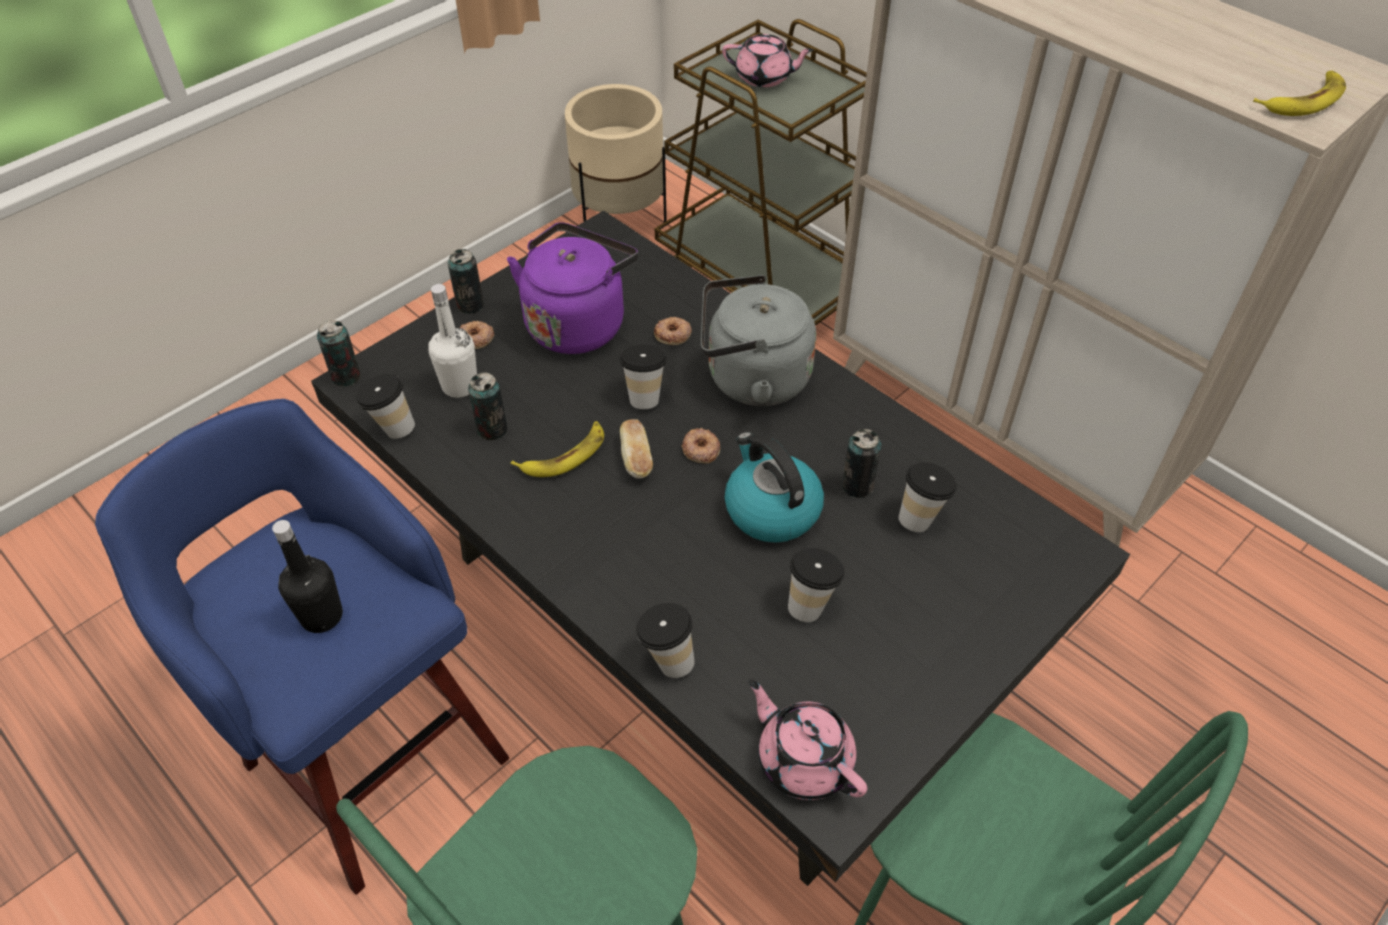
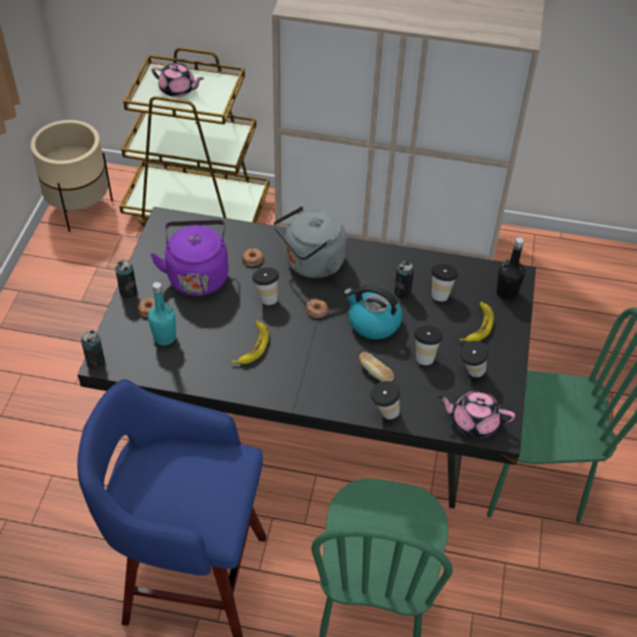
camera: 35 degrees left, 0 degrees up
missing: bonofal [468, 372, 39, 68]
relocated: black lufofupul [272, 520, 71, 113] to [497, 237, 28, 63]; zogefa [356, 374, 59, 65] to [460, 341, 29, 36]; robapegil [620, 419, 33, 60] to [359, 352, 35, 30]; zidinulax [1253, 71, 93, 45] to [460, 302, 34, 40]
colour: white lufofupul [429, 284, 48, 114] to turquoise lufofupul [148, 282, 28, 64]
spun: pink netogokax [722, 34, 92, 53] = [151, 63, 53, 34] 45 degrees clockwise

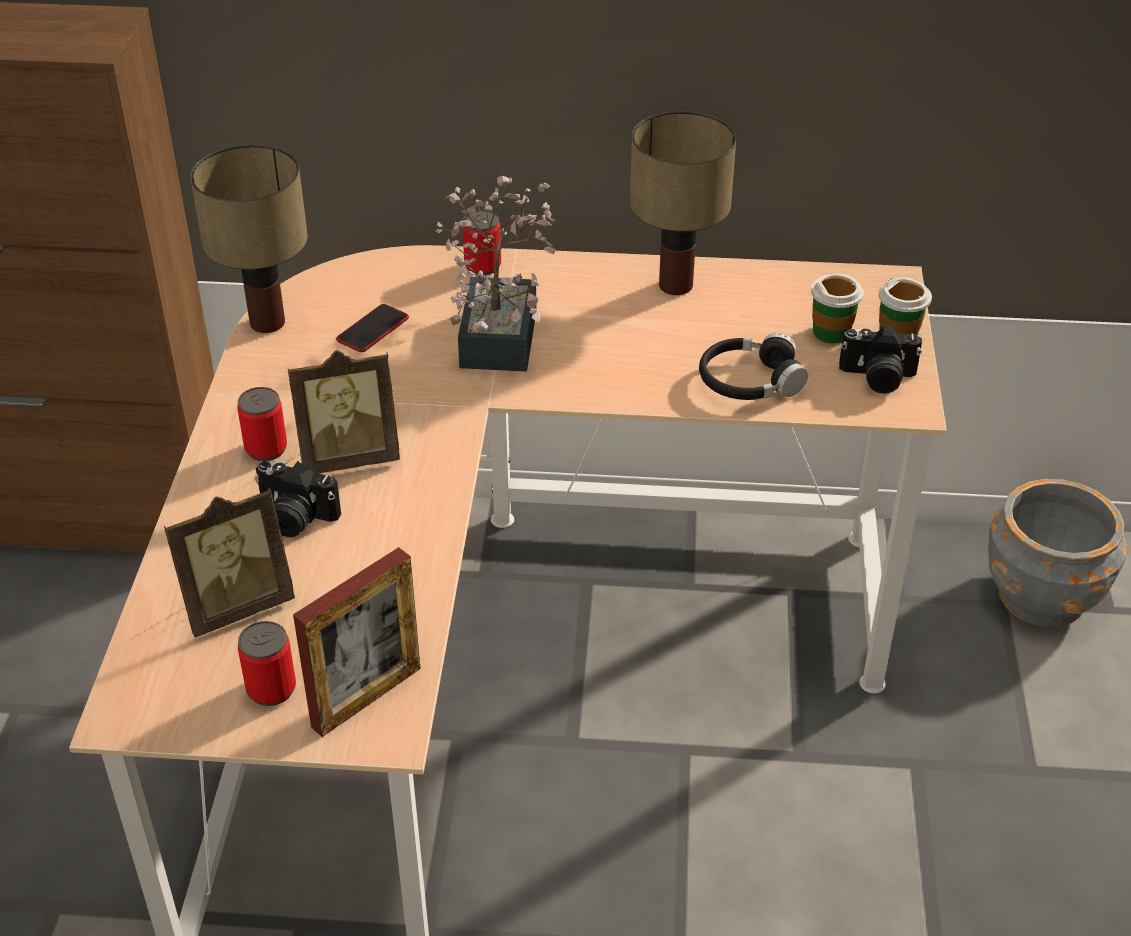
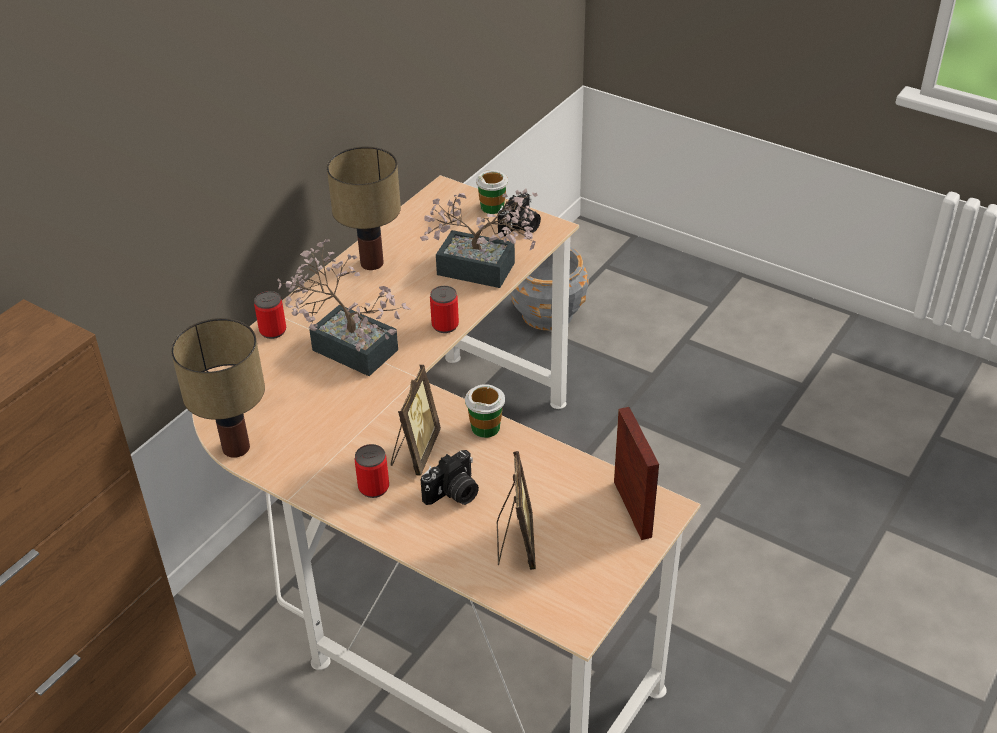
camera: 60 degrees left, 0 degrees up
missing: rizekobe [336, 304, 73, 48]
relocated: bonofal [238, 621, 58, 85] to [430, 286, 29, 47]; zogefa [811, 273, 53, 71] to [465, 384, 40, 54]
exchanged: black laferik [699, 333, 109, 67] to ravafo [420, 189, 118, 99]

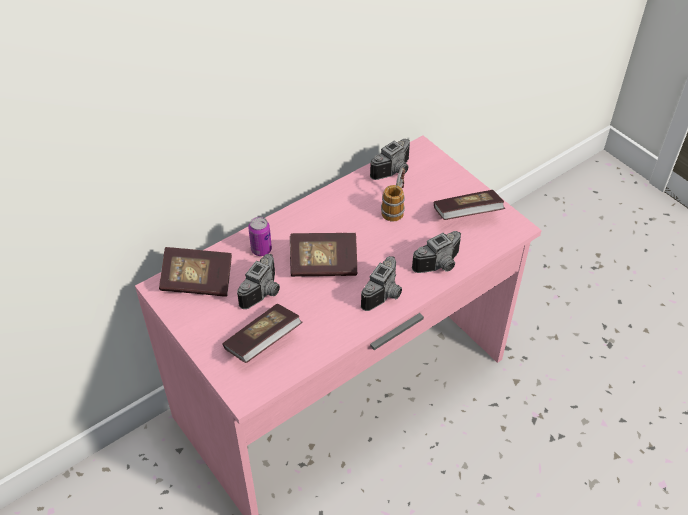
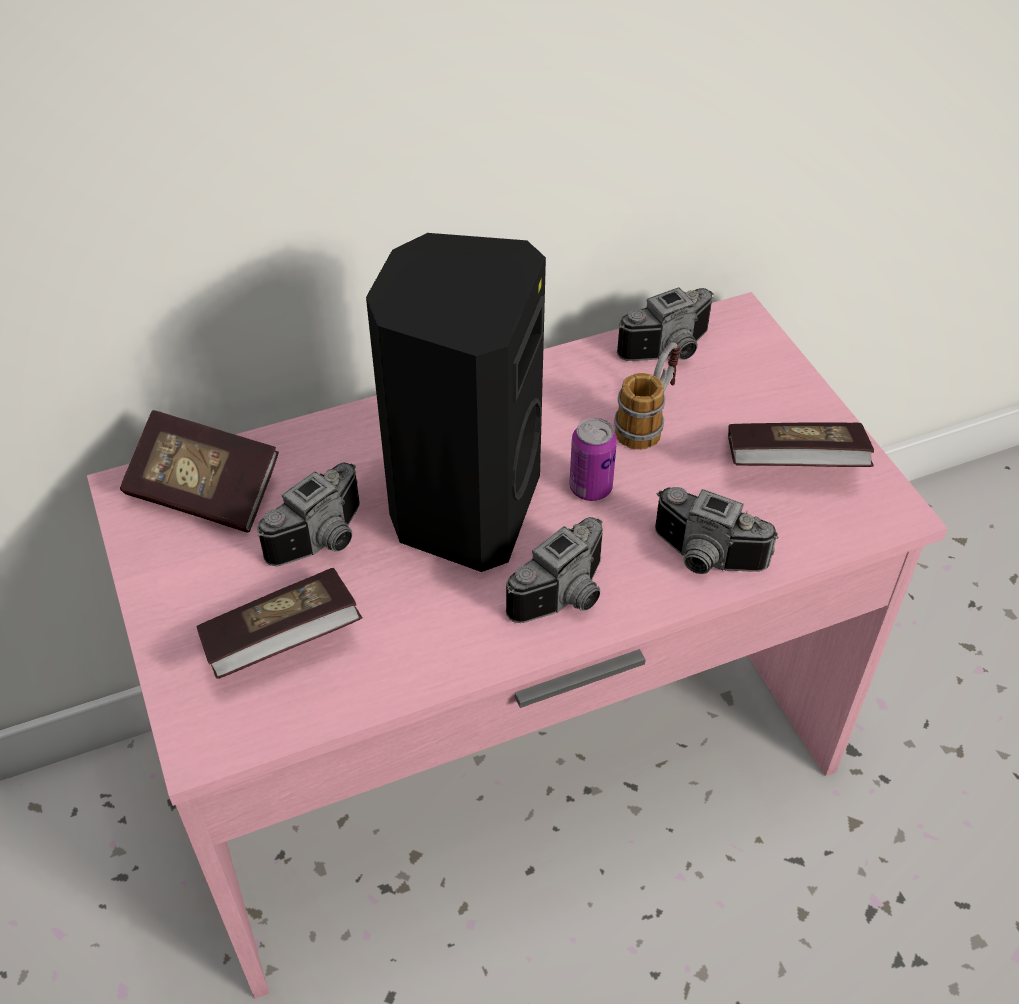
camera: 15 degrees right, 0 degrees up
relocated: bonofal [248, 217, 24, 39] to [569, 418, 48, 83]
exchanged: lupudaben [290, 233, 67, 44] to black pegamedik [366, 233, 180, 339]
spun: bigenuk [412, 231, 49, 42] = [655, 487, 124, 87] 45 degrees clockwise

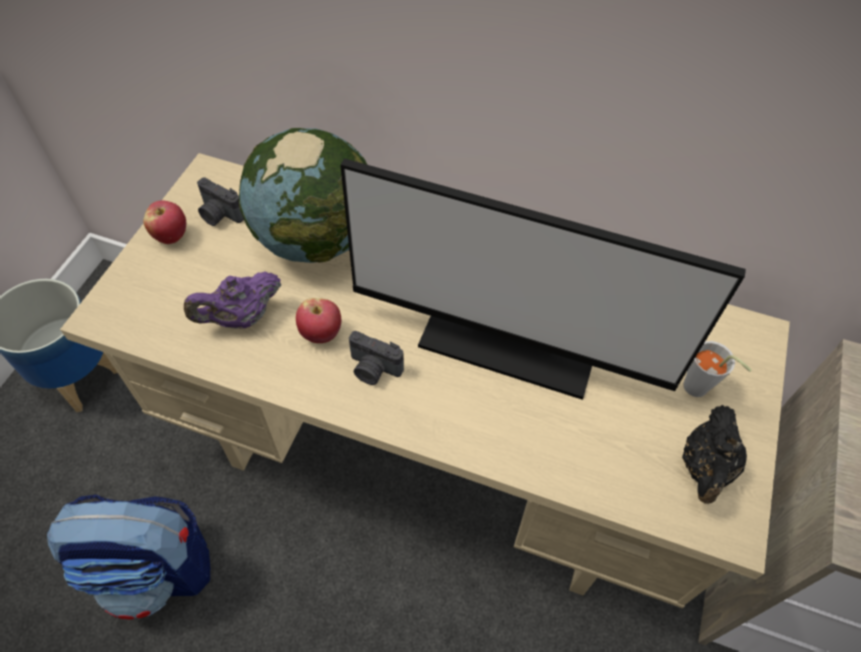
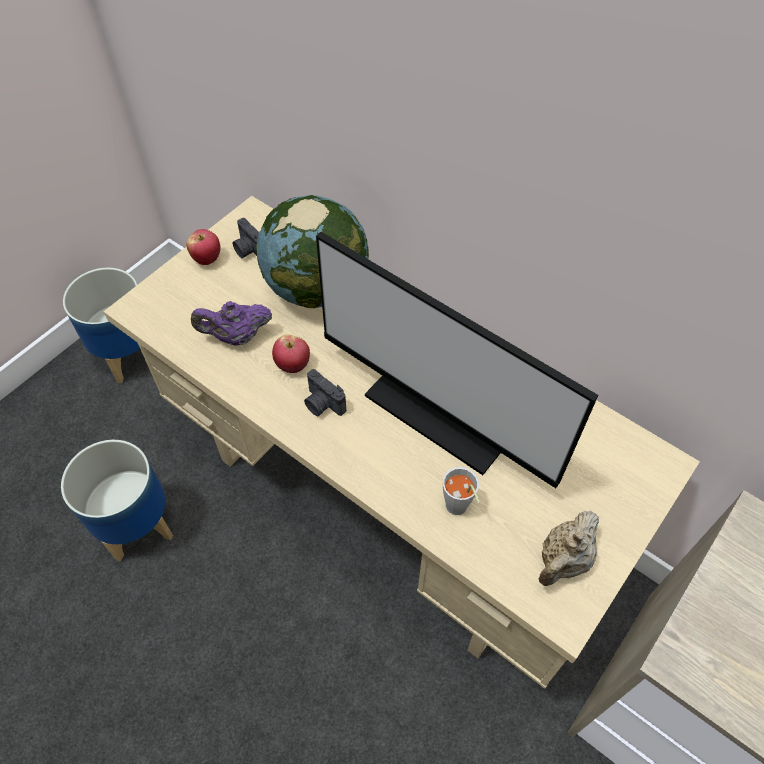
camera: 20 degrees right, 0 degrees up
relocated: grey zogefa [683, 341, 69, 56] to [443, 467, 37, 48]
exchanged: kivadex [47, 495, 163, 125] to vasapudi [61, 440, 112, 121]
colour: black netogokax [682, 405, 65, 99] to beige netogokax [539, 511, 60, 75]

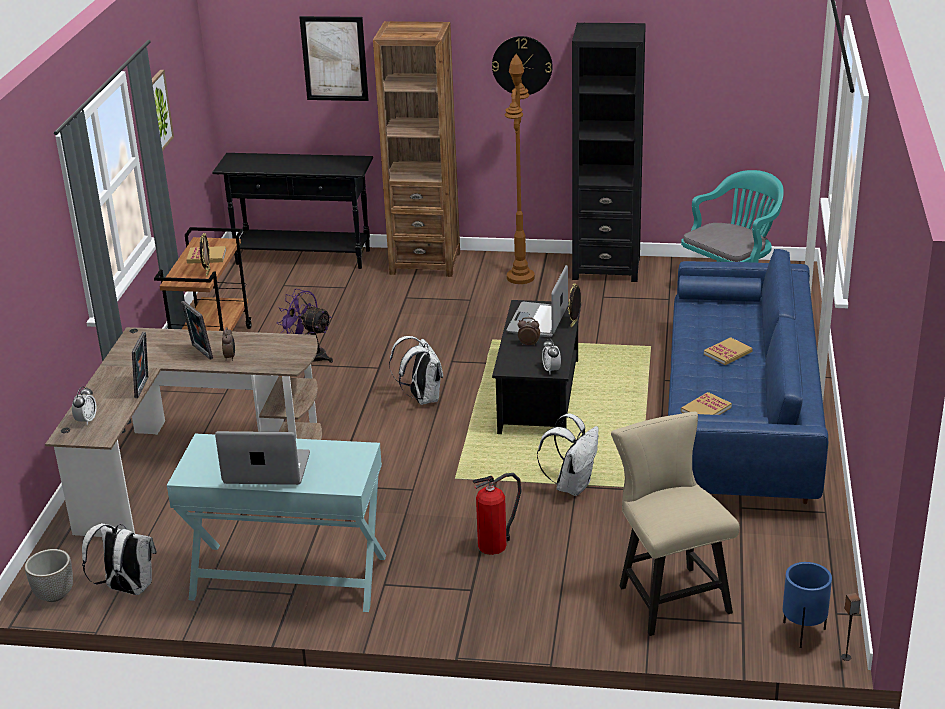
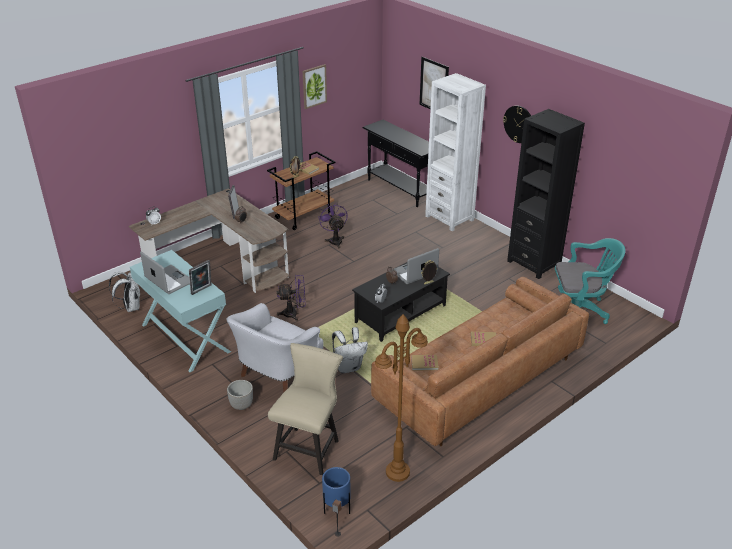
camera: 40 degrees right, 5 degrees up
missing: white kivadex [389, 336, 54, 69]
appeared: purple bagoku [276, 275, 29, 46]
relocated: vasapudi [25, 549, 48, 53] to [227, 380, 26, 30]; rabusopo [132, 332, 17, 66] to [189, 260, 23, 35]; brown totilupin [505, 54, 30, 230] to [375, 314, 53, 168]
exchanged: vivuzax [472, 473, 50, 82] to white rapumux [226, 303, 97, 90]
colour: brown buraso [373, 21, 87, 256] to white buraso [425, 73, 61, 158]; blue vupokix [668, 249, 160, 255] to brown vupokix [371, 277, 218, 169]

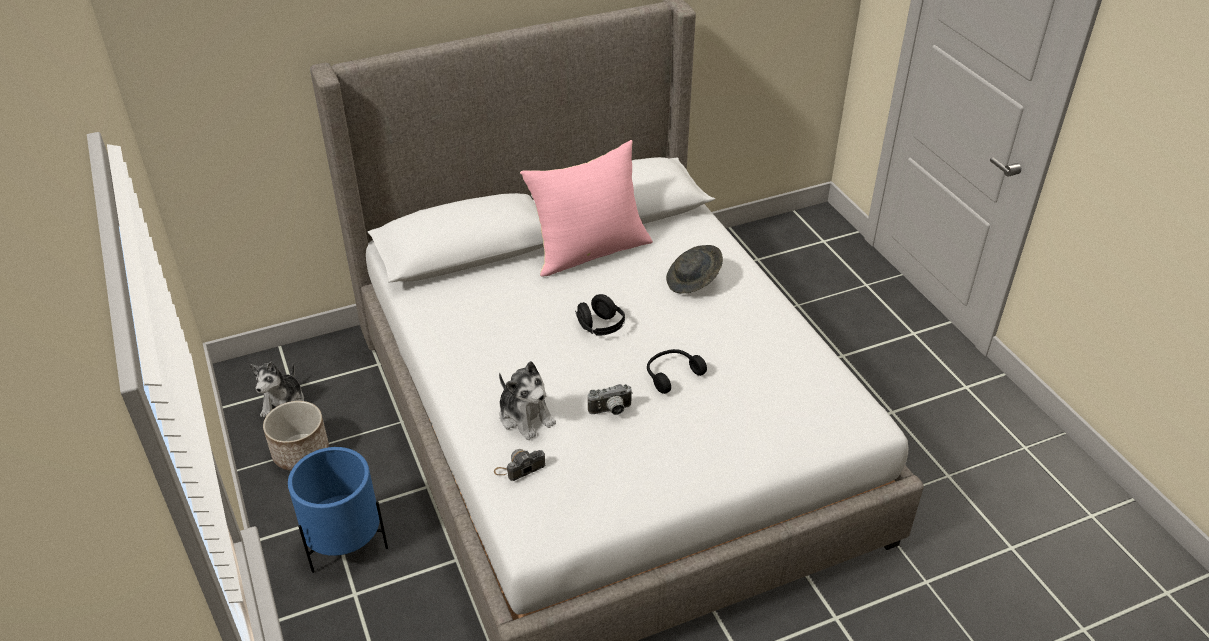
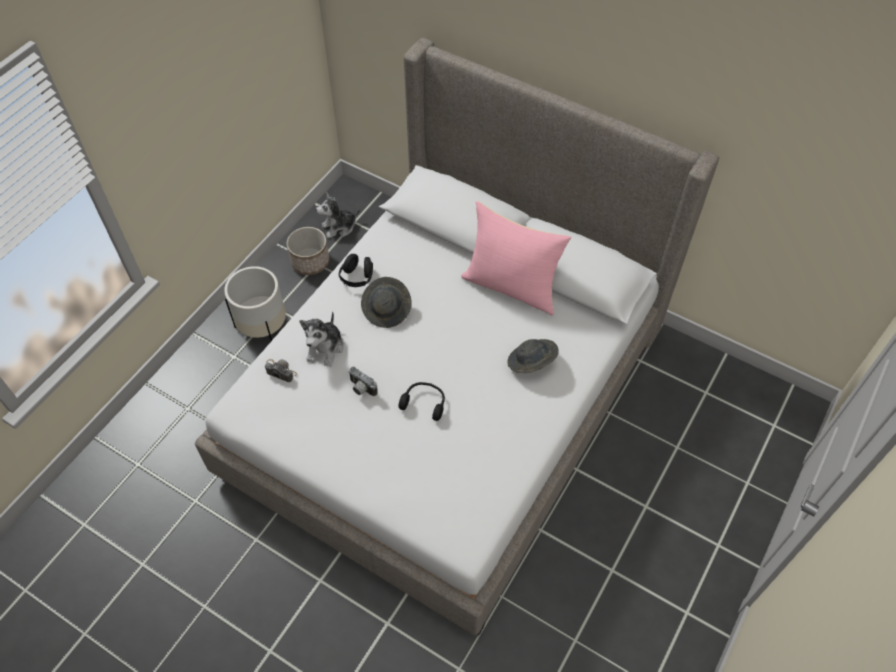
camera: 55 degrees right, 15 degrees up
appeared: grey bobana [361, 277, 51, 51]
relocated: black laferik [575, 294, 50, 42] to [338, 254, 35, 33]
colour: blue vasapudi [288, 447, 100, 126] to white vasapudi [224, 266, 62, 75]

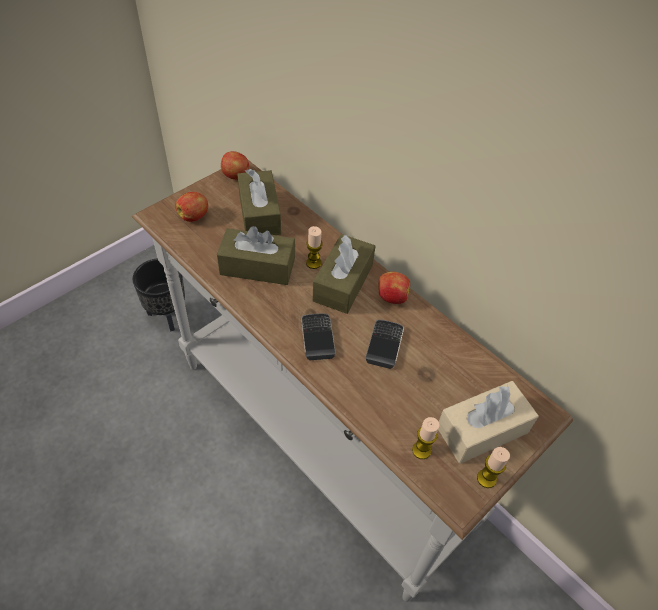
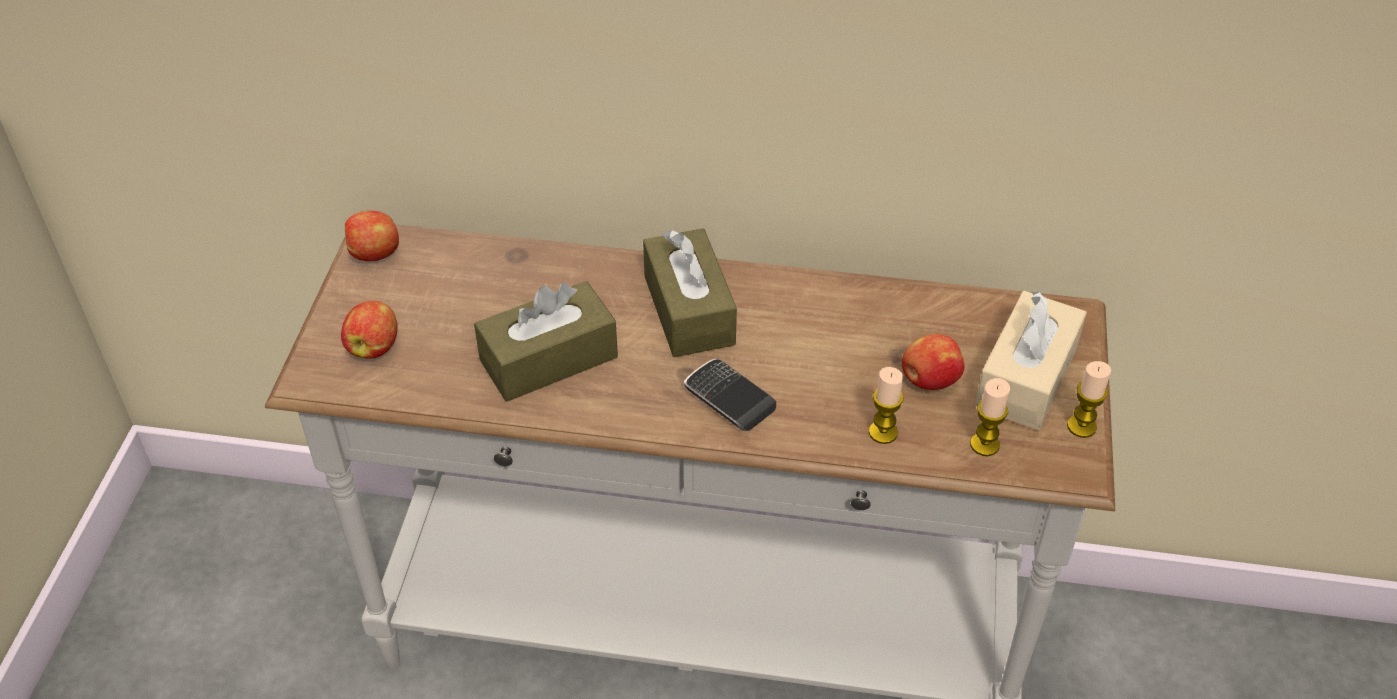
camera: 35 degrees left, 5 degrees down
missing: black vasapudi [133, 258, 52, 74]; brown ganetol [237, 169, 44, 66]; rizekobe [366, 320, 38, 49]
relocated: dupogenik [306, 226, 17, 43] to [869, 367, 35, 77]; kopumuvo [378, 272, 32, 32] to [902, 334, 63, 56]

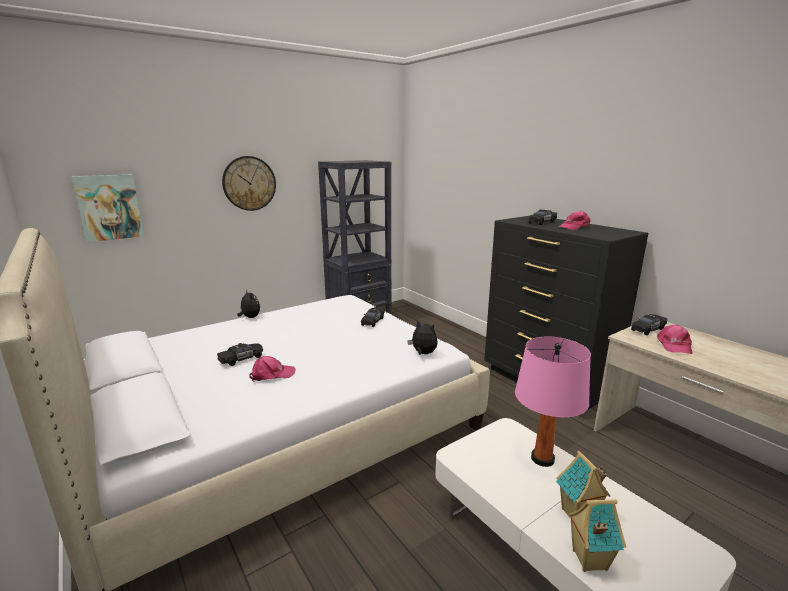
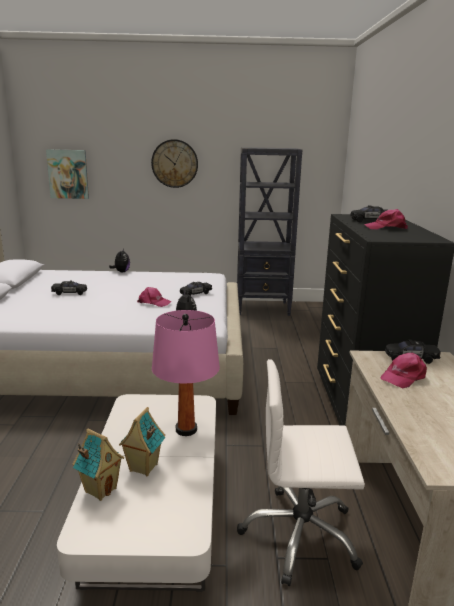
camera: 35 degrees right, 0 degrees up
appeared: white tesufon [237, 359, 128, 227]
relocated: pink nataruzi [249, 356, 47, 26] to [137, 287, 34, 20]

